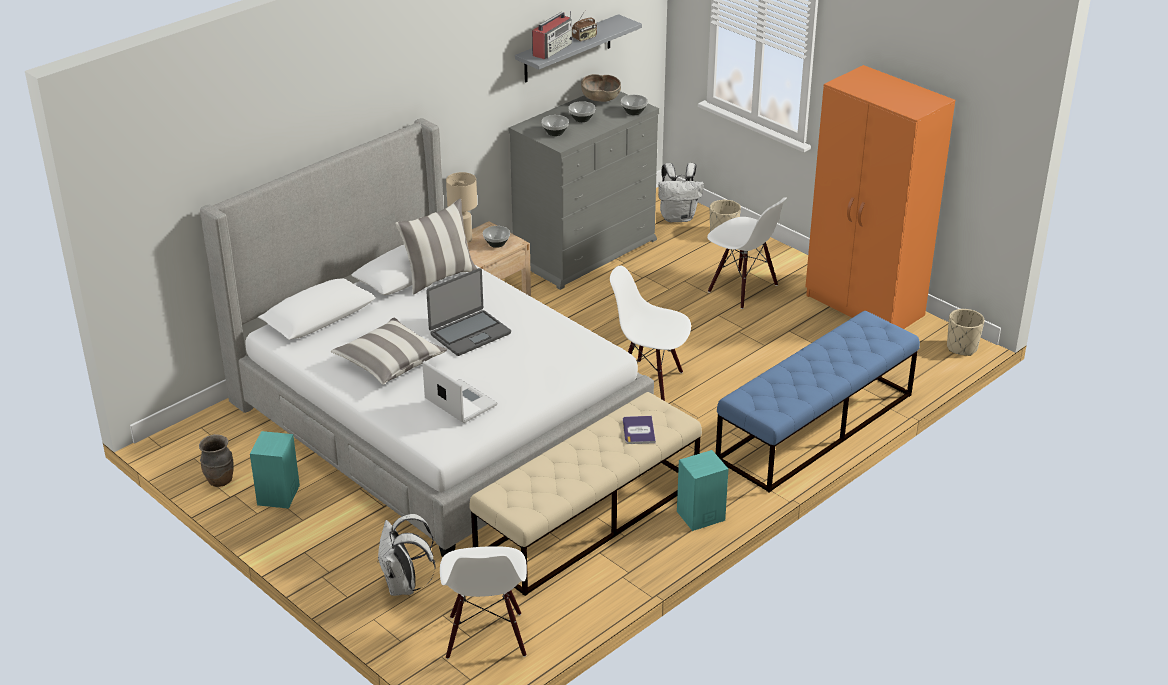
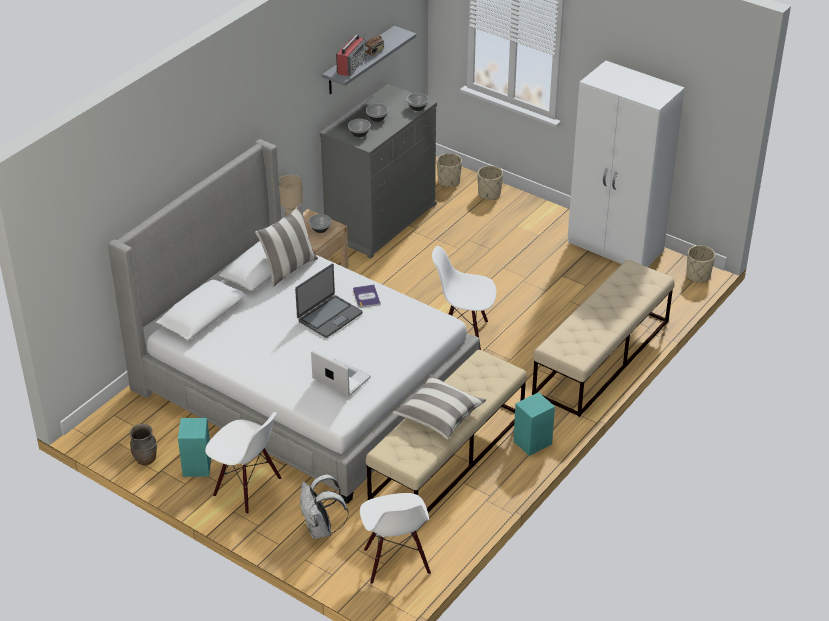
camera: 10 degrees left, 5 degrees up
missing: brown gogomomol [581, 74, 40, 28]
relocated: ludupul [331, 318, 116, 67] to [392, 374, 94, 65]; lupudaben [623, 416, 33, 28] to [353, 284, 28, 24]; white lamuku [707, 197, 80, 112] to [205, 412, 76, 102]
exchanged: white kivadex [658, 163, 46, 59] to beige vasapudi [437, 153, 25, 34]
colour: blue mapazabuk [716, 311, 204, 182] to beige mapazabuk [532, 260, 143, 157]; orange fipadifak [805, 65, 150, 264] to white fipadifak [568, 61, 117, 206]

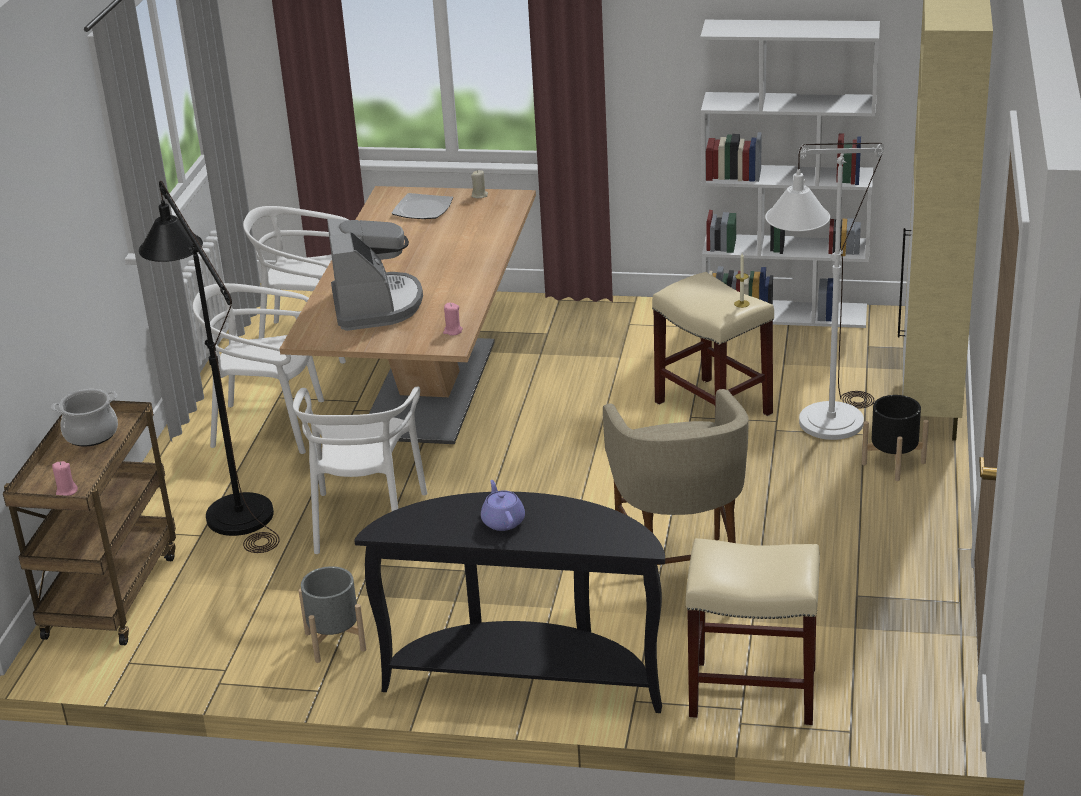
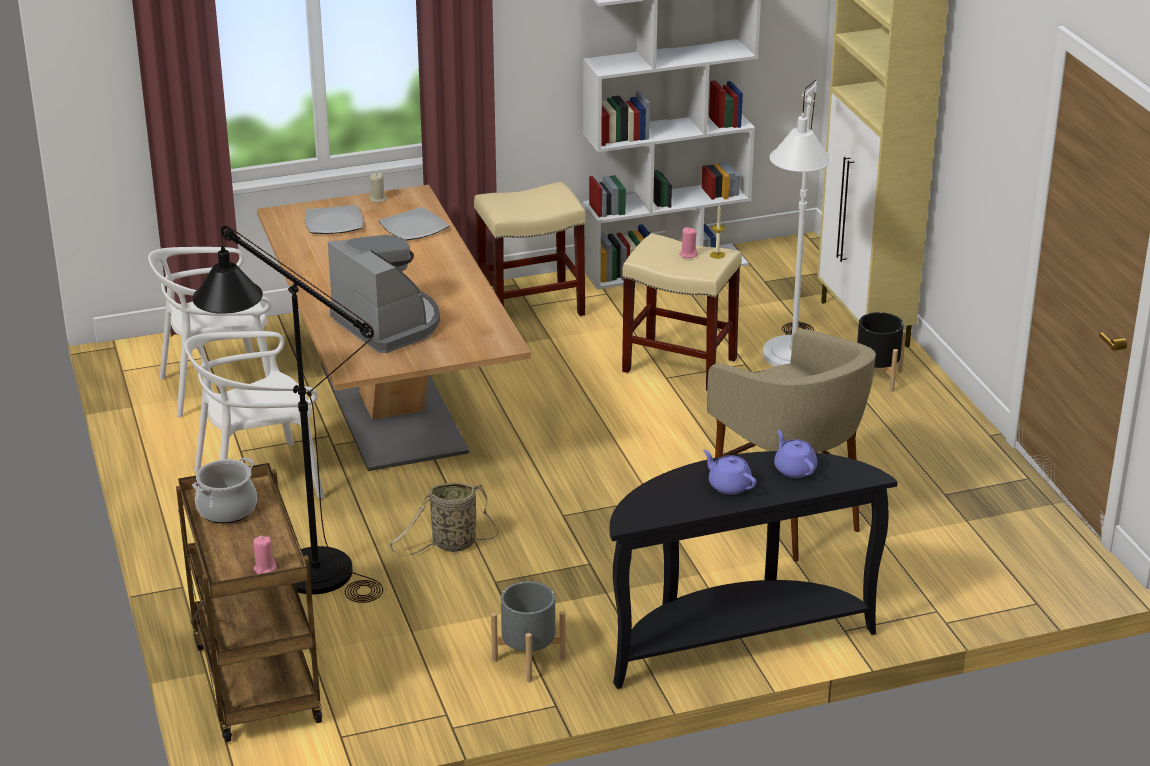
camera: 30 degrees left, 0 degrees up
appeared: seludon [379, 207, 70, 34]; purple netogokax [774, 430, 43, 48]
relocated: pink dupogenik [443, 303, 20, 32] to [679, 227, 19, 31]; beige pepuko [686, 538, 134, 188] to [474, 182, 112, 135]
exchanged: white lamuku [293, 387, 134, 167] to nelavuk [389, 482, 110, 74]

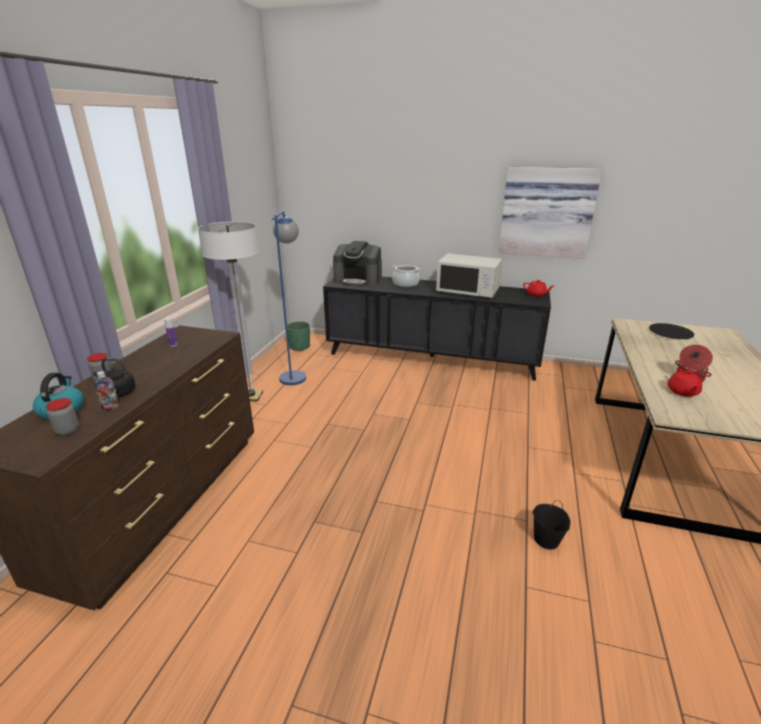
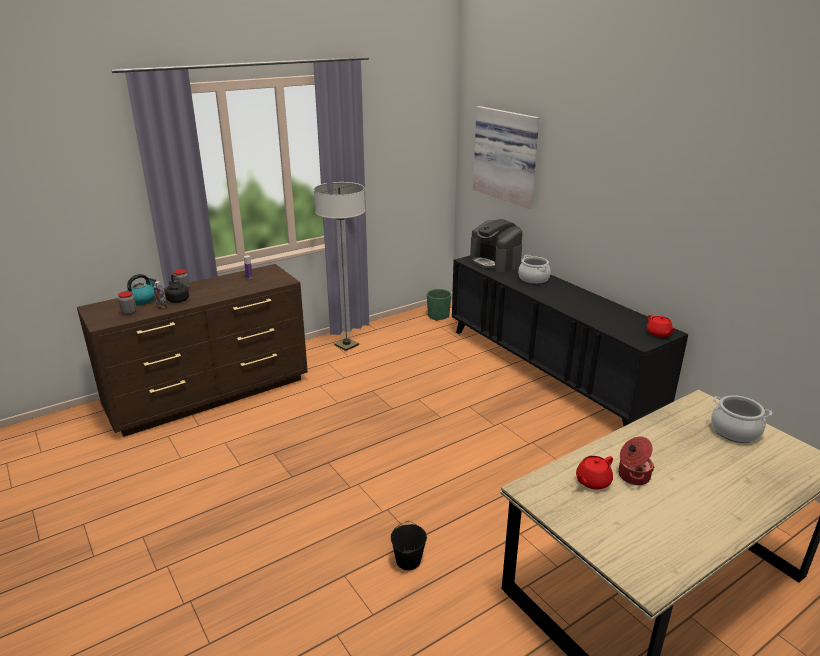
camera: 40 degrees right, 0 degrees up
missing: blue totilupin [272, 211, 34, 174]; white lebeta [436, 253, 66, 46]
relocated: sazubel [498, 167, 104, 92] to [473, 106, 66, 103]
exchanged: black seludon [649, 323, 45, 16] to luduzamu [711, 395, 61, 48]

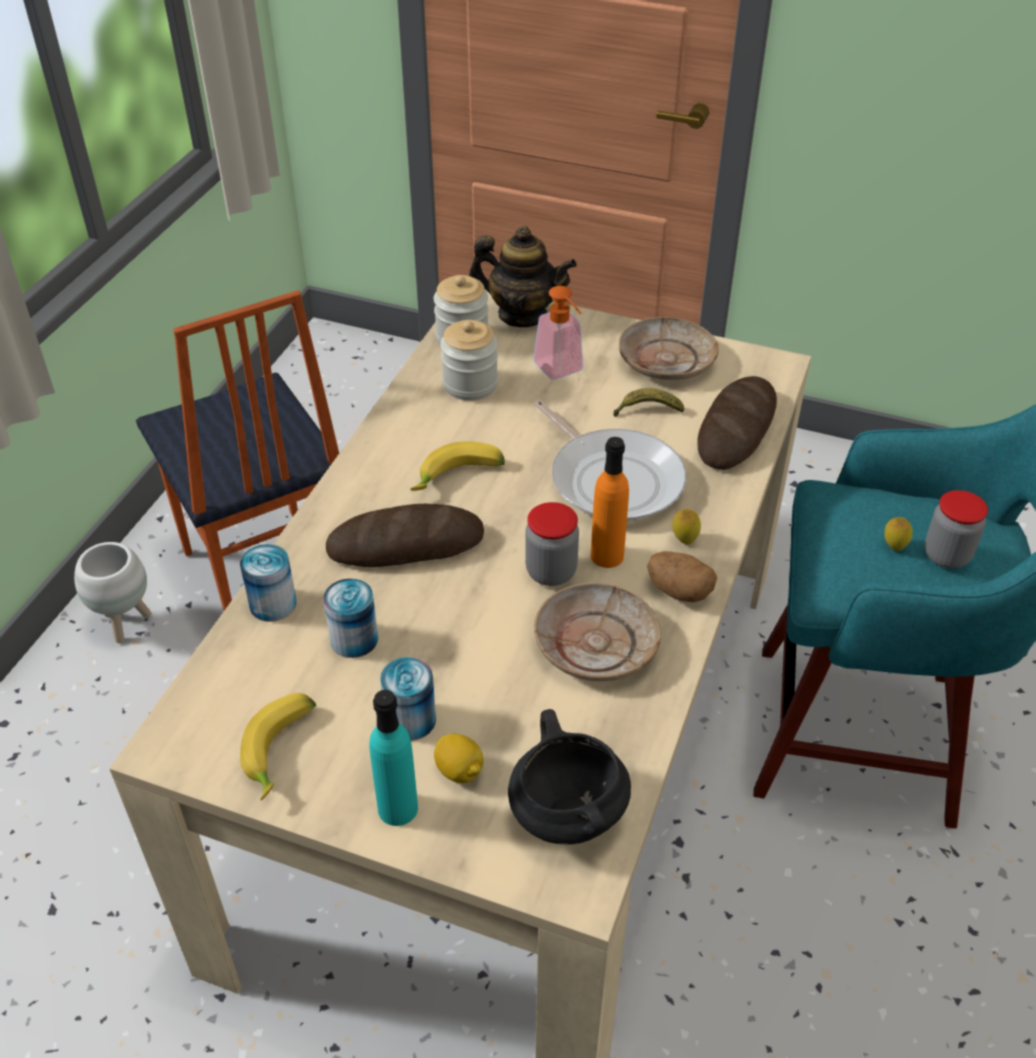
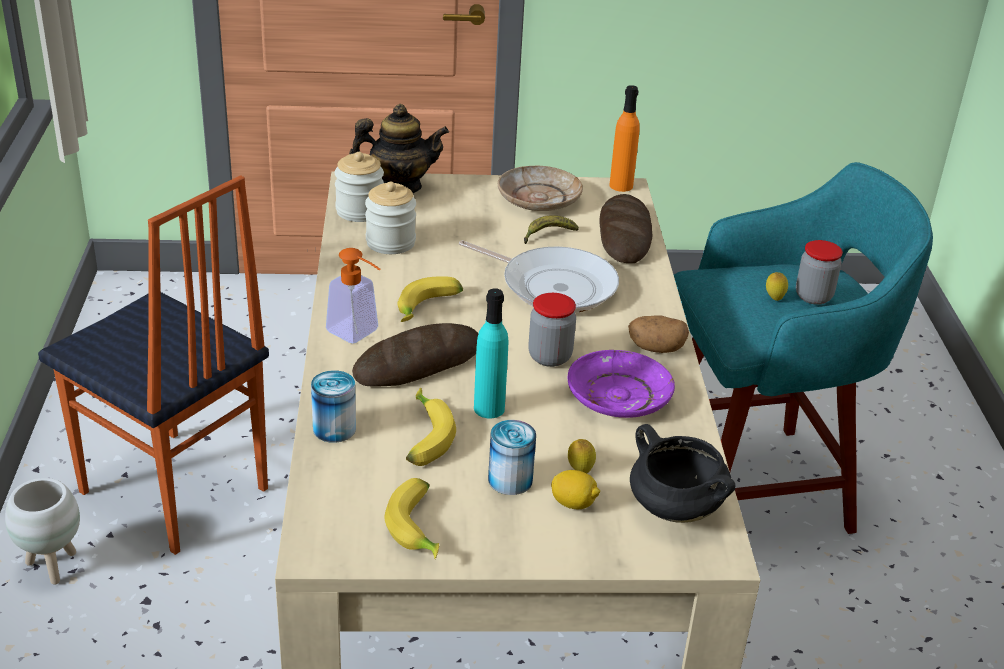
camera: 25 degrees left, 10 degrees down
relocated: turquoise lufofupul [369, 690, 49, 136] to [474, 288, 34, 130]; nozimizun [533, 286, 50, 94] to [326, 248, 55, 95]; orange lufofupul [591, 437, 38, 131] to [610, 85, 30, 107]; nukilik [672, 509, 29, 35] to [568, 439, 28, 34]
exchanged: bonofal [323, 578, 55, 80] to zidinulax [406, 388, 50, 78]
colour: beige seludon [534, 583, 127, 98] to purple seludon [568, 350, 107, 68]

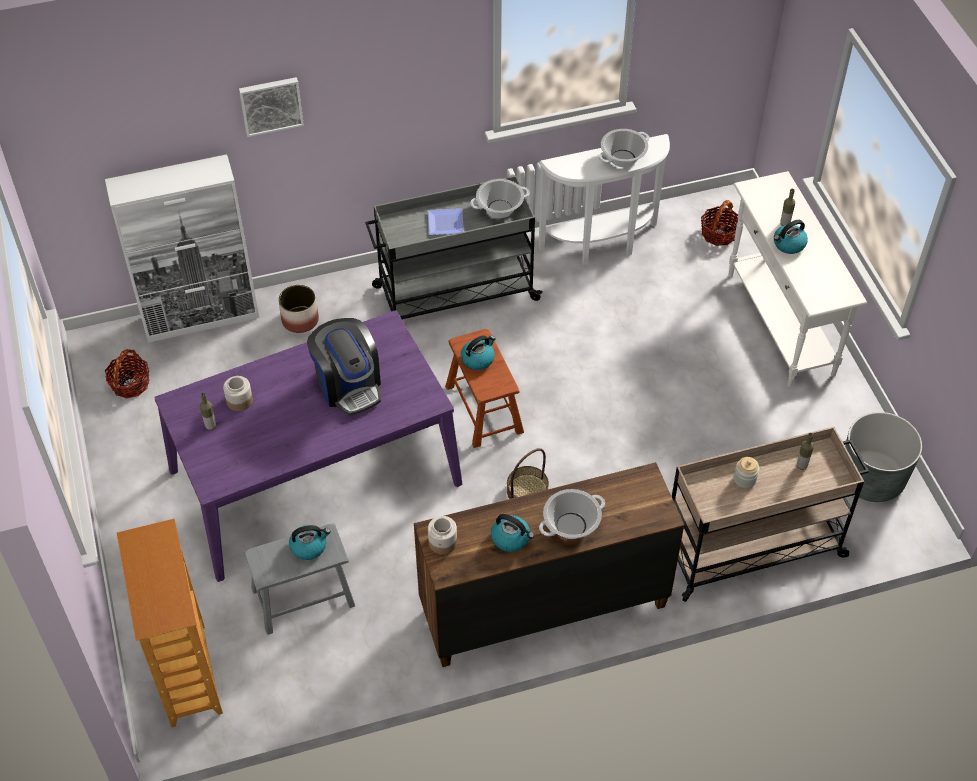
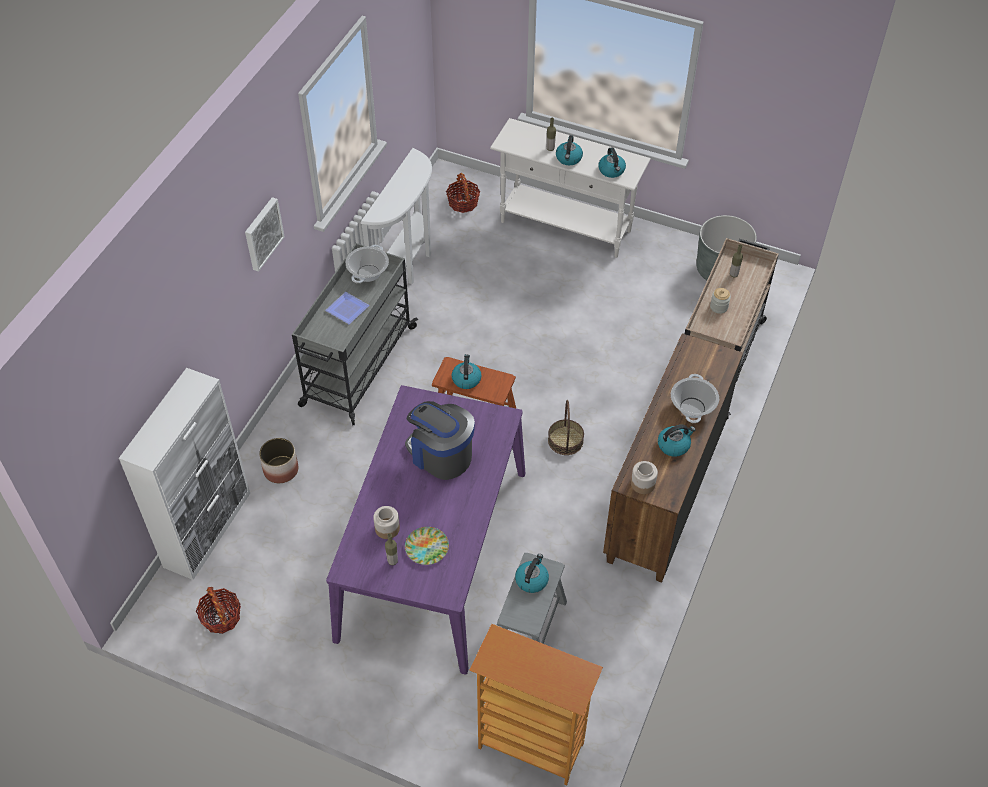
camera: 50 degrees left, 0 degrees up
missing: luduzamu [599, 129, 50, 38]
appeared: seludon [405, 527, 44, 38]; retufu [598, 147, 28, 31]
relocated: sazubel [239, 77, 65, 60] to [245, 197, 40, 75]
spun: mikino [307, 318, 74, 98] = [405, 401, 70, 79] 150 degrees counterclockwise

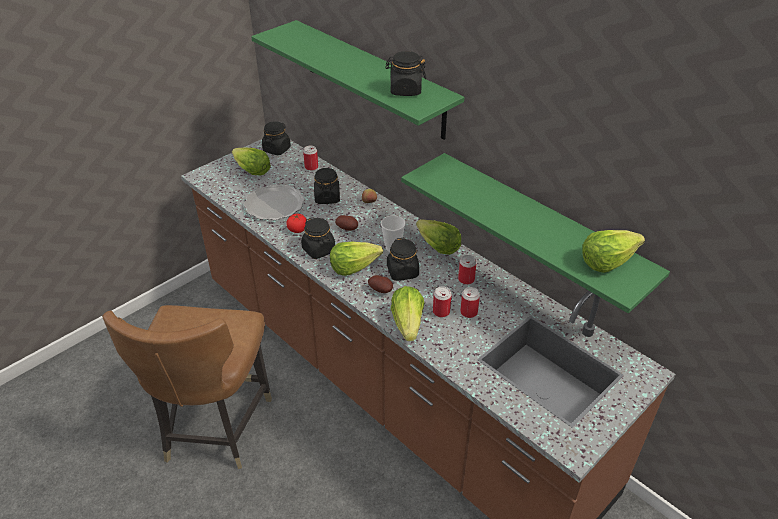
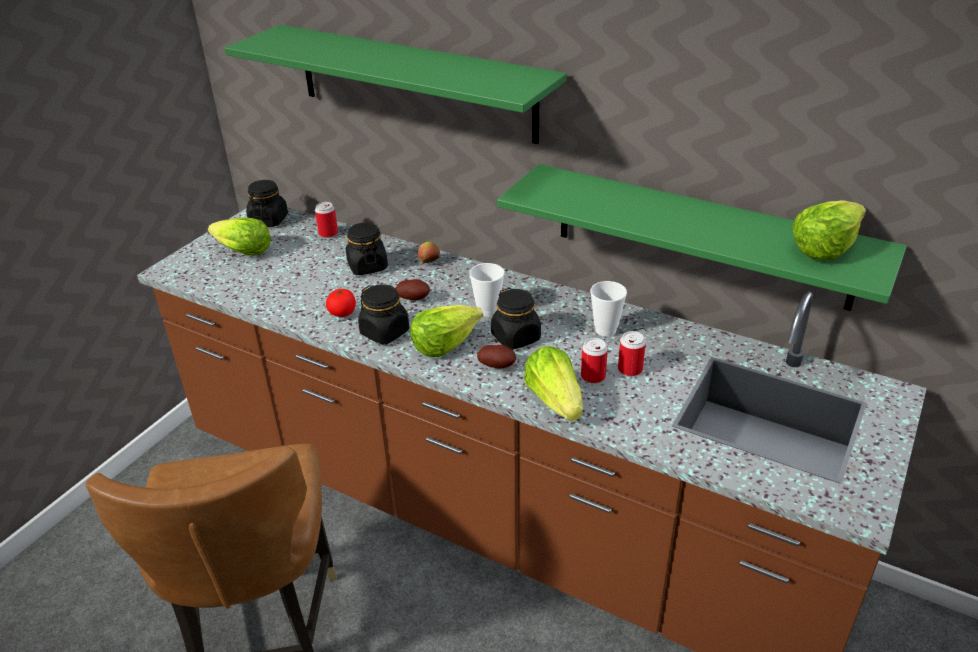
camera: 15 degrees left, 5 degrees down
missing: seludon [244, 184, 61, 36]; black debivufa [385, 51, 41, 45]; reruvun [416, 219, 45, 36]
exchanged: bonofal [458, 255, 19, 30] to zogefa [590, 281, 37, 56]

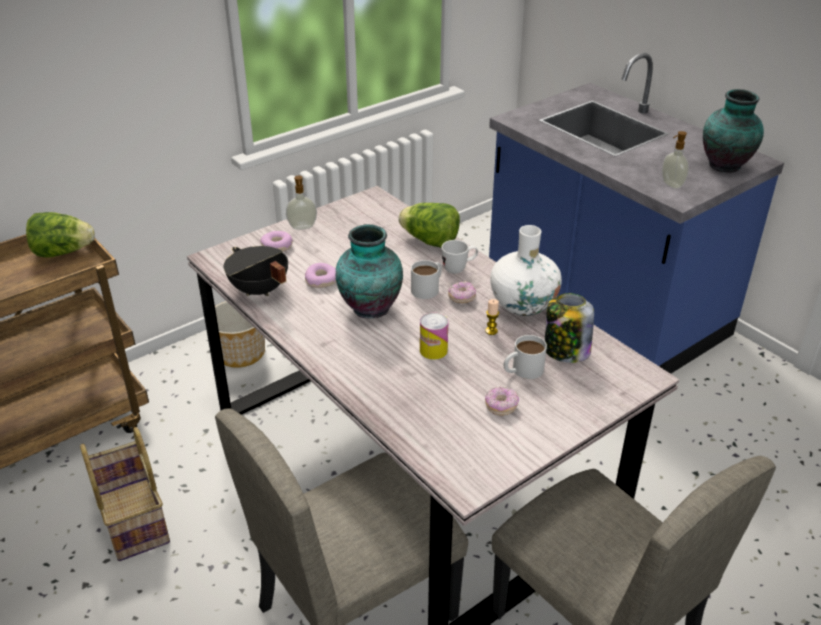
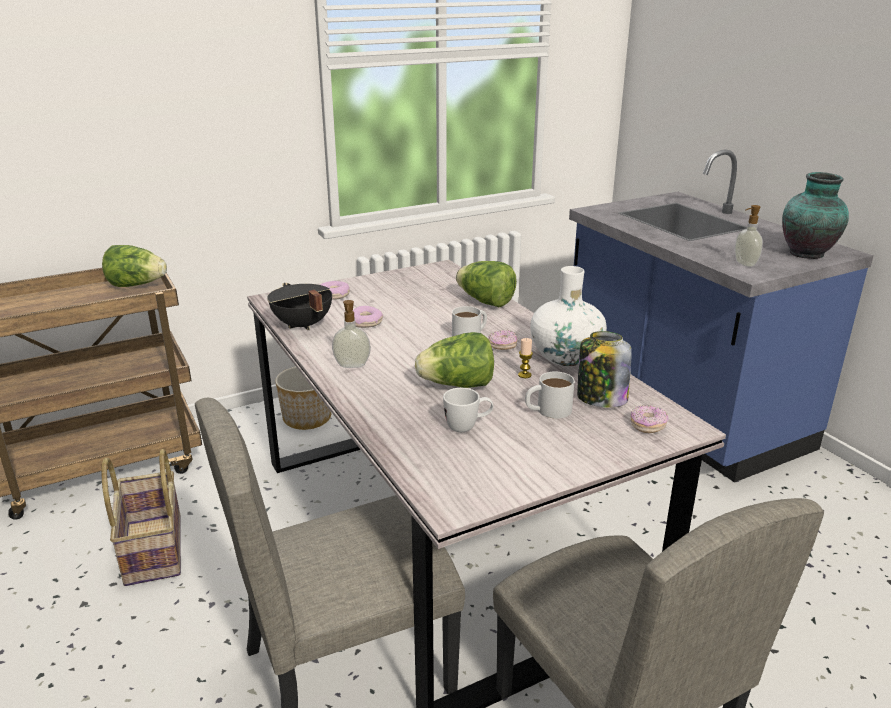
camera: 10 degrees right, 10 degrees down
missing: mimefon [336, 224, 67, 95]
relocated: nozimizun [286, 175, 31, 55] to [332, 300, 39, 68]; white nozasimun [441, 240, 37, 34] to [443, 388, 50, 44]; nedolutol [485, 387, 34, 29] to [631, 405, 38, 28]
exchanged: bonofal [420, 313, 28, 47] to reruvun [415, 332, 79, 56]

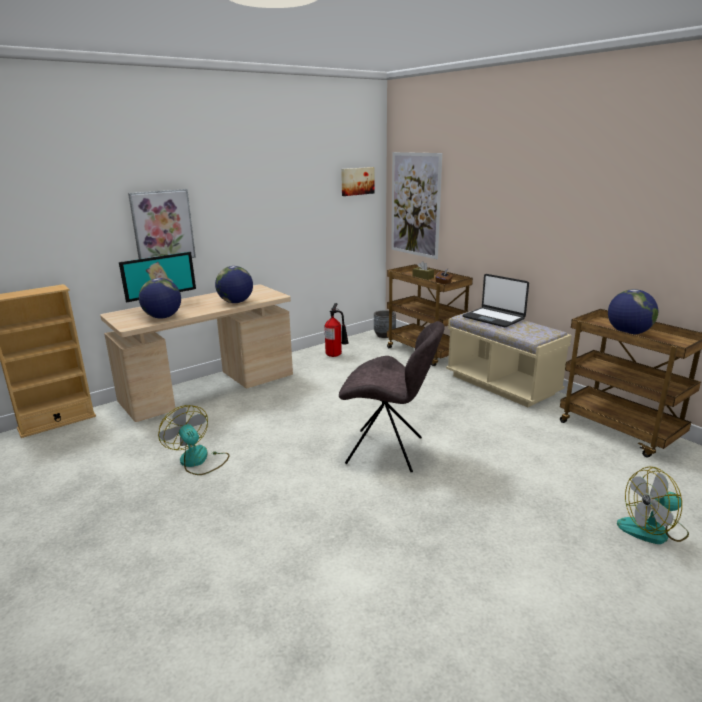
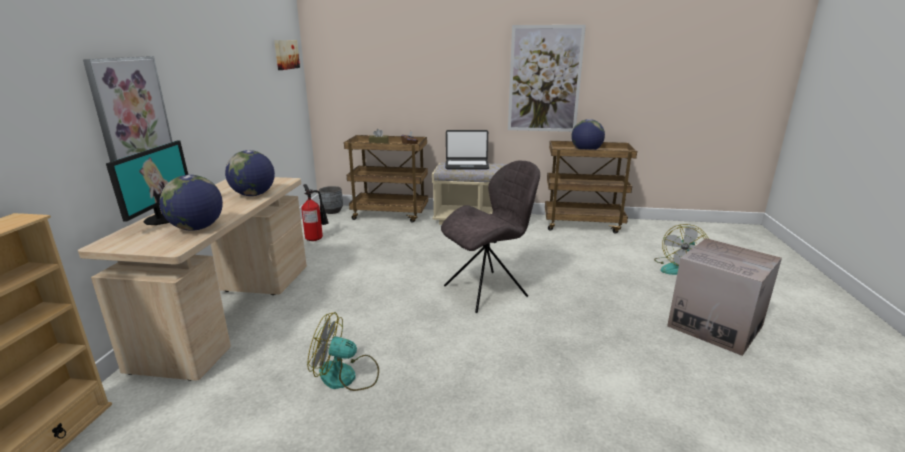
camera: 45 degrees left, 0 degrees up
appeared: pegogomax [667, 238, 115, 118]
relocated: sazubel [391, 152, 51, 107] to [508, 25, 78, 107]

